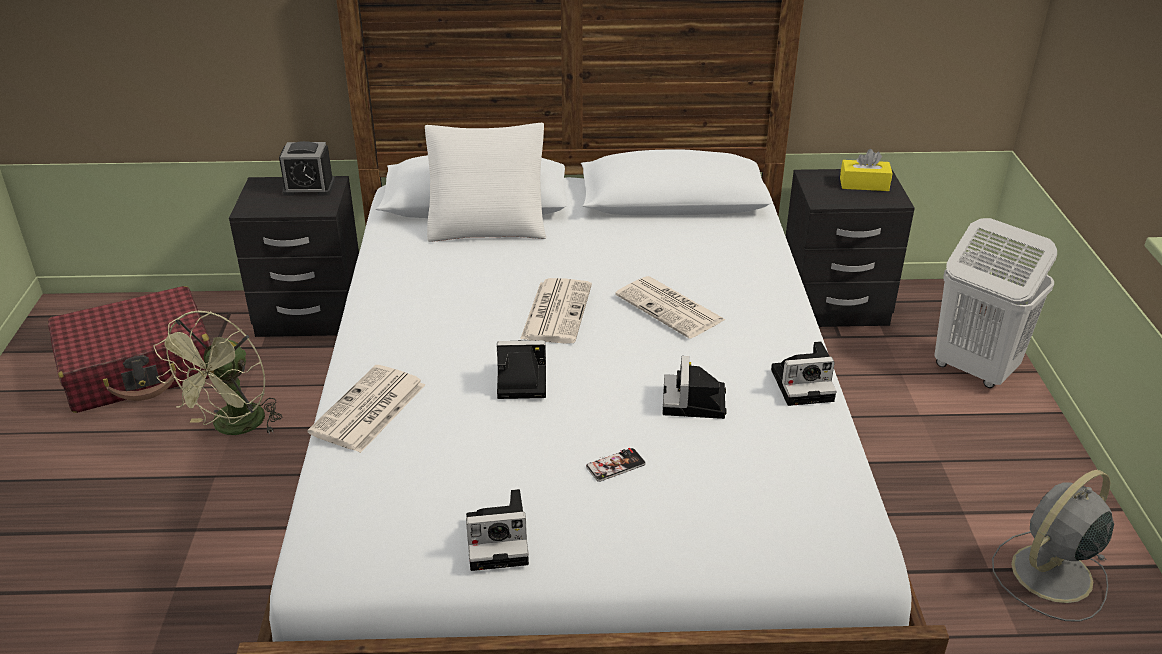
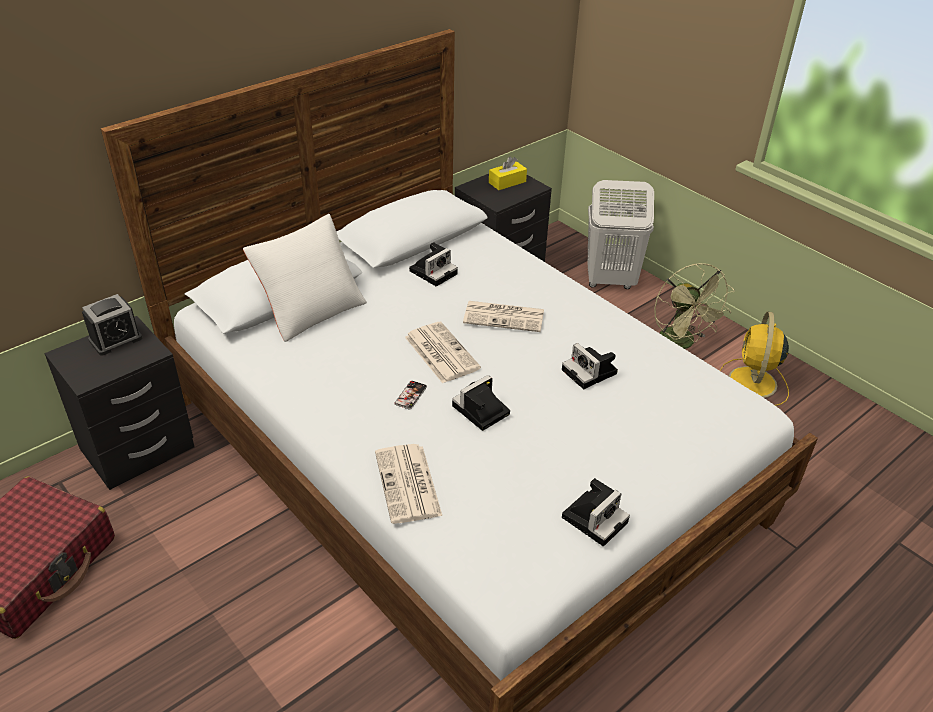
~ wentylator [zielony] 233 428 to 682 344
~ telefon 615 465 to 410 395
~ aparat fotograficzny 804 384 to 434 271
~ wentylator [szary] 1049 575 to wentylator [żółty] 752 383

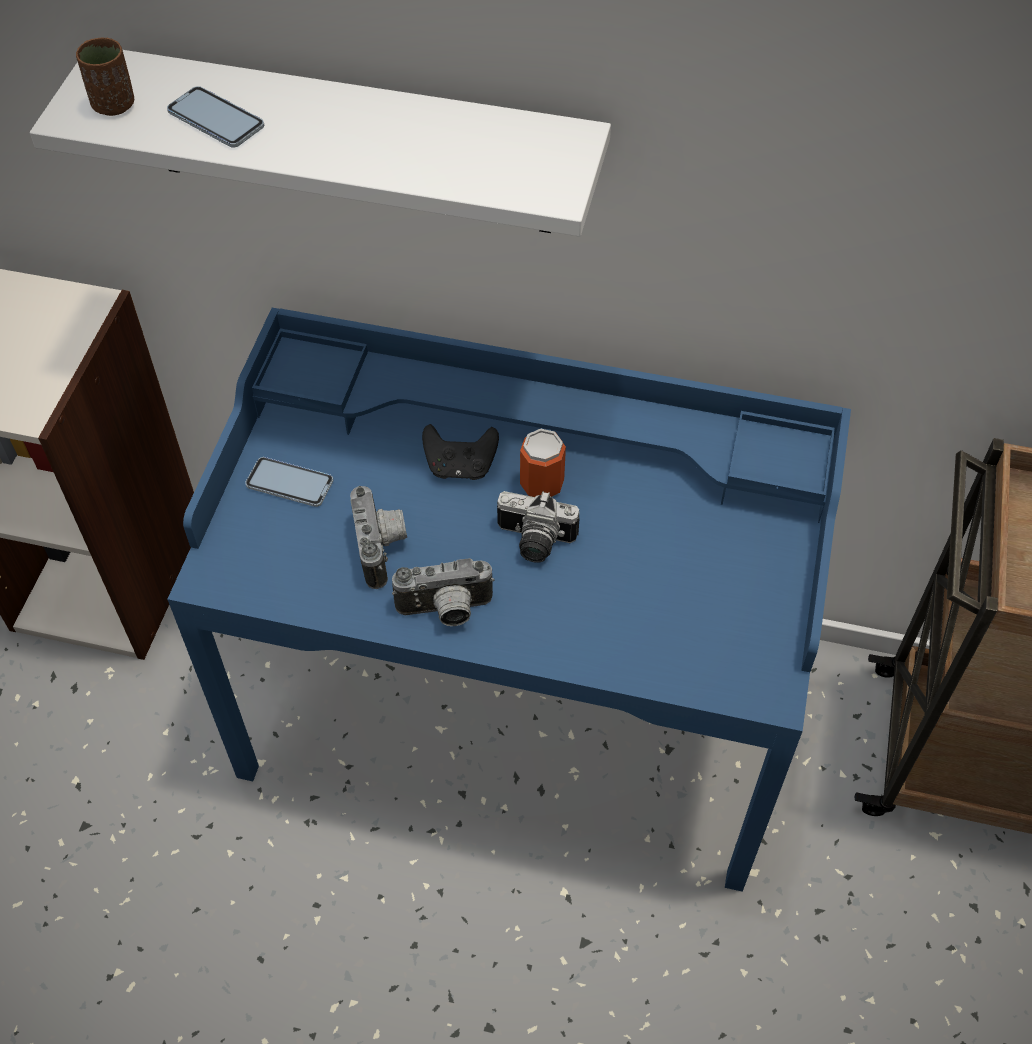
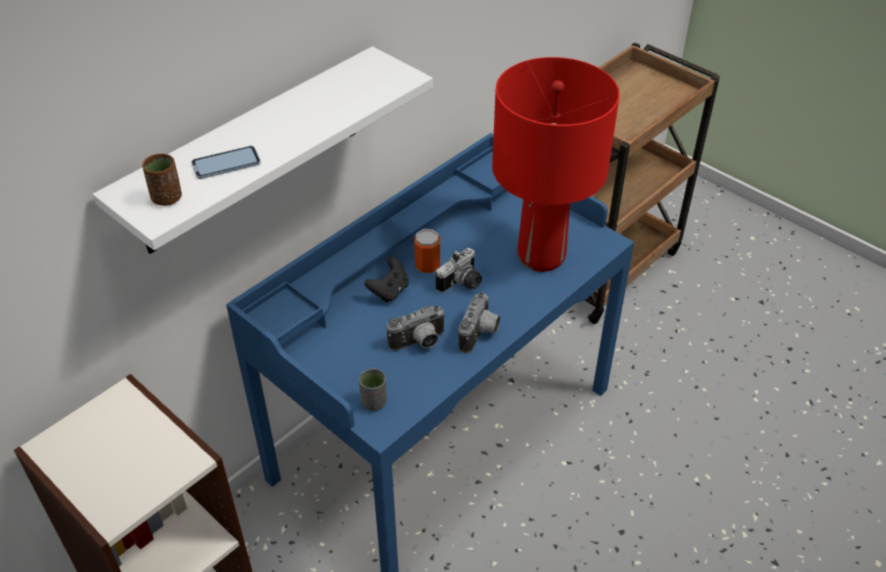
- telefon 289 483
+ filiżanka [szary] 374 402
+ lampa stołowa [czerwony] 541 255
~ aparat fotograficzny 383 548 = 419 343 135 degrees clockwise

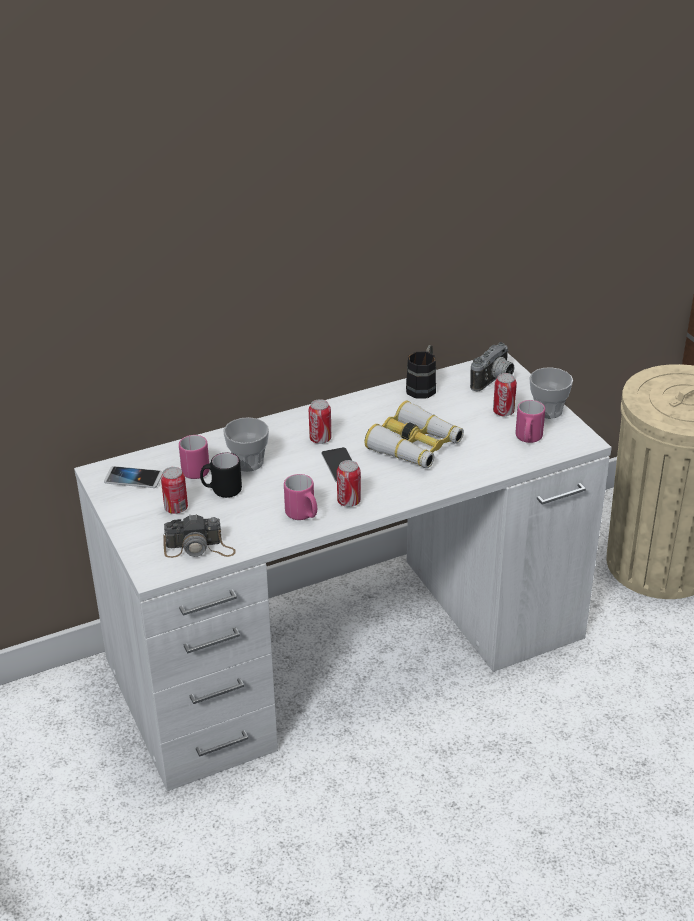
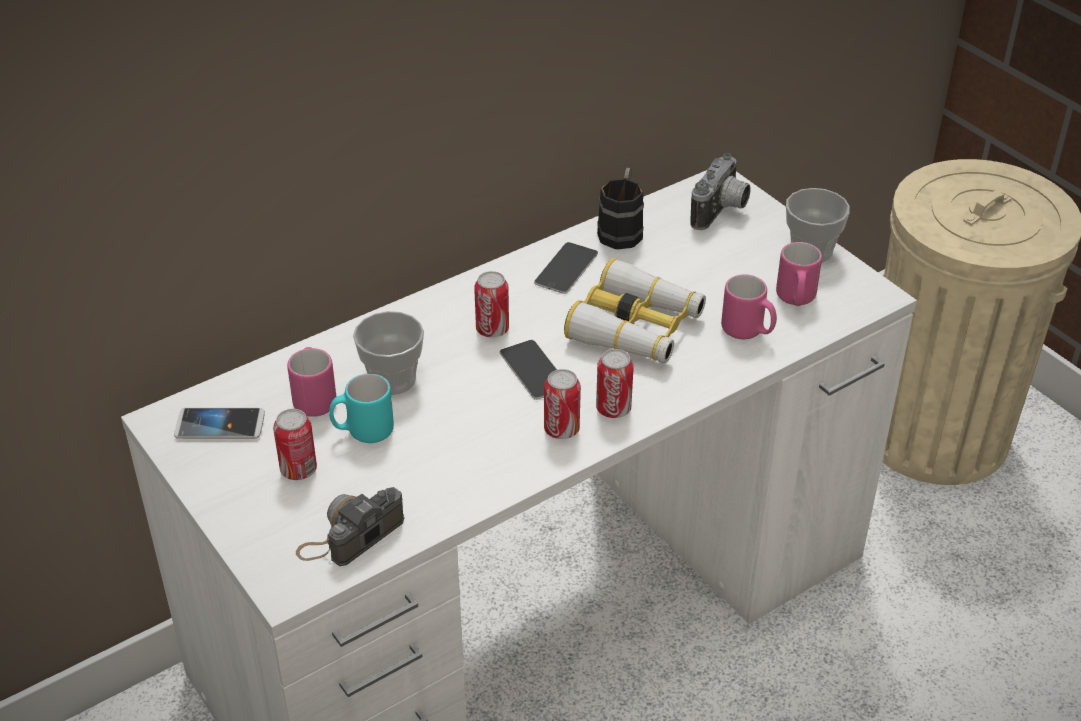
+ telefon 566 268
~ kubek [różowy] 303 515 to 748 331
~ puszka 503 412 to 613 409
~ kubek [czarny] 221 490 to kubek [turkusowy] 363 431
~ aparat fotograficzny 199 548 = 351 535 150 degrees clockwise

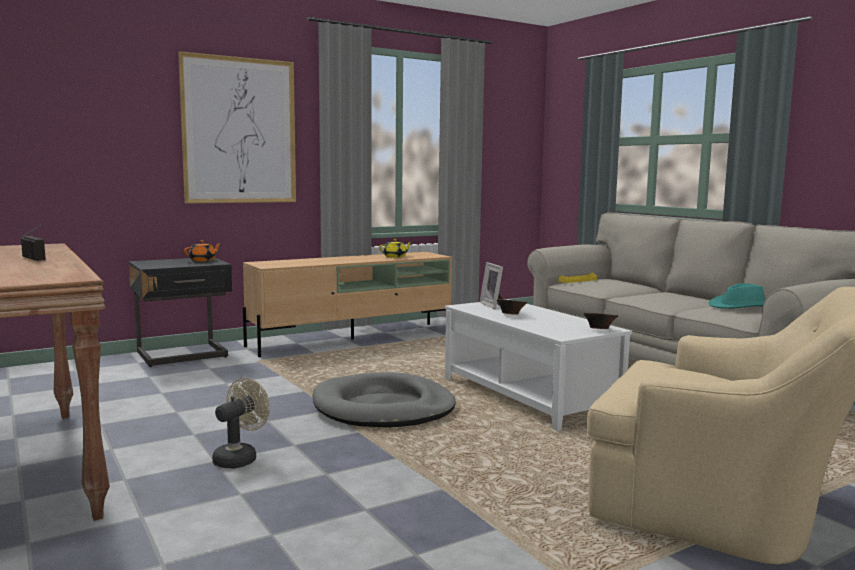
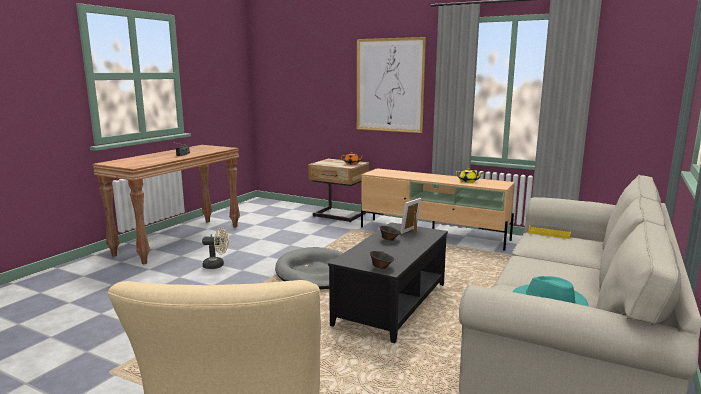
~ szafka nocna [czarny] 183 356 to szafka nocna [beżowy] 339 215
~ ława [biały] 529 396 to ława [czarny] 393 304

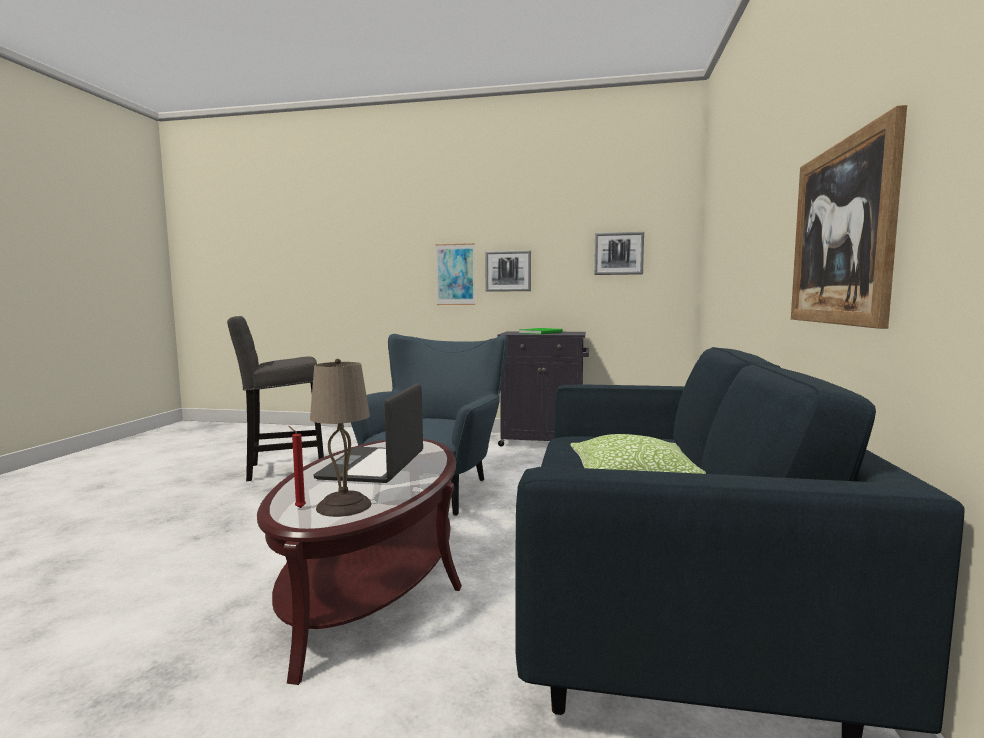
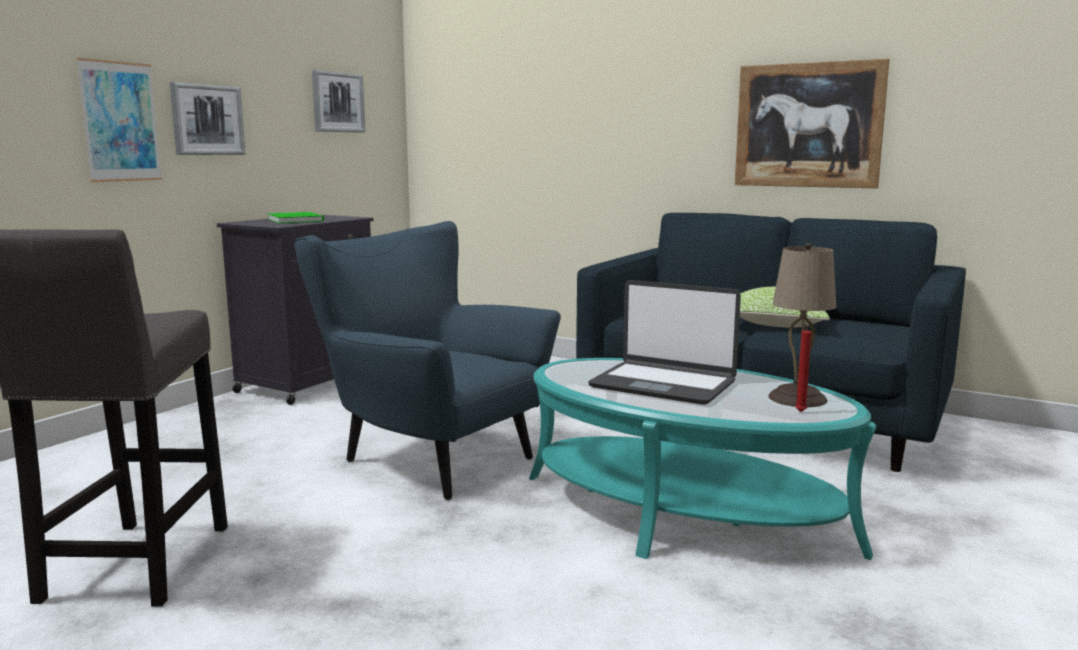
~ ława [brązowy] 374 580 to ława [turkusowy] 683 513

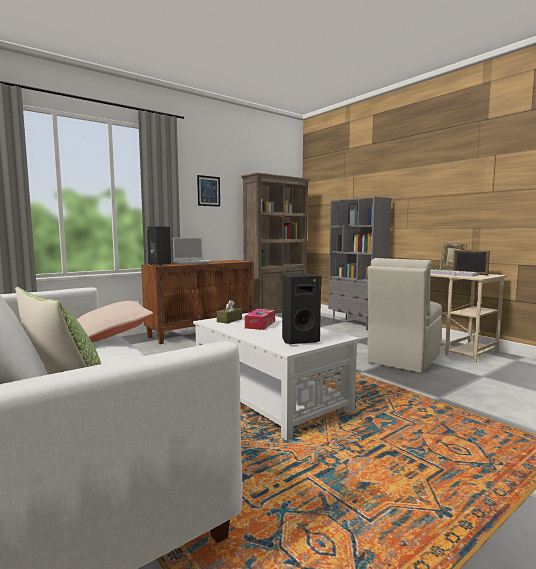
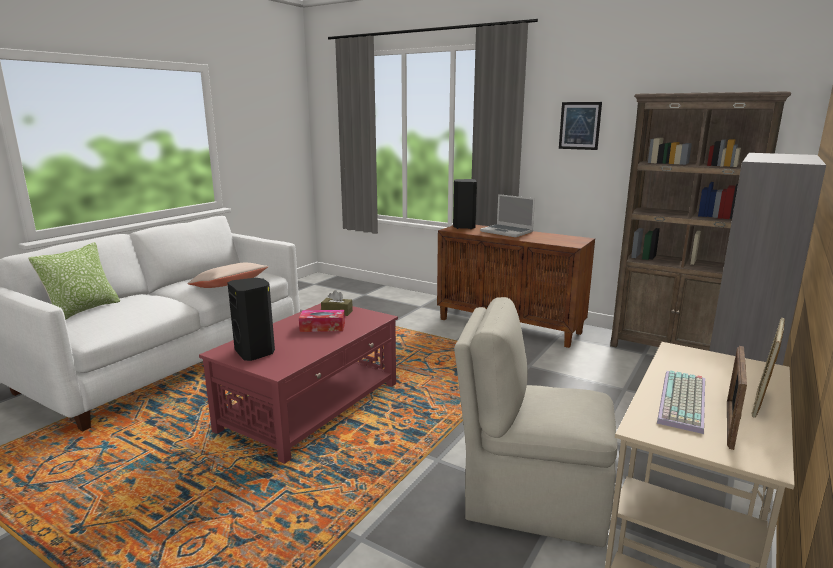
~ ława [biały] 269 397 to ława [czerwony] 312 406

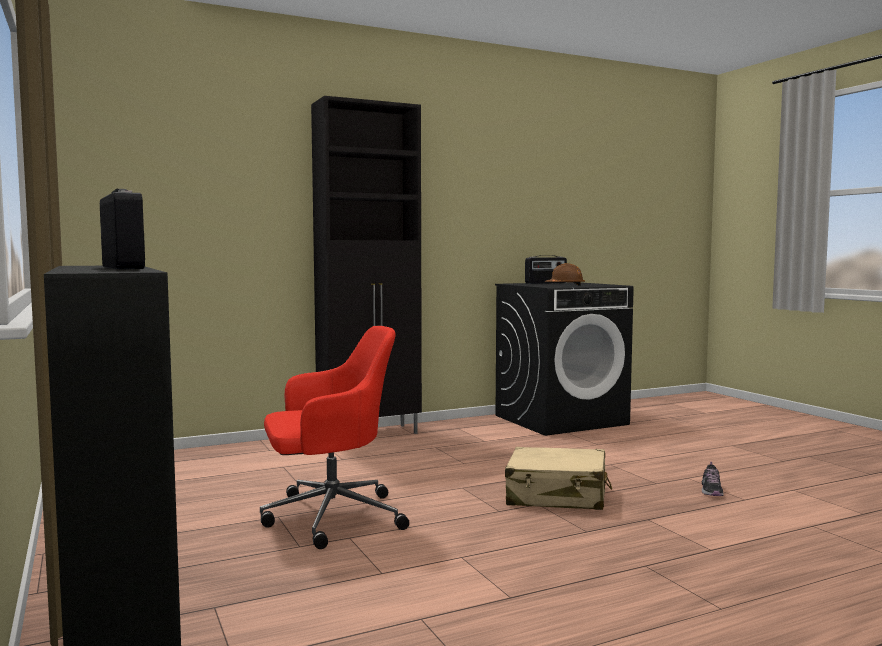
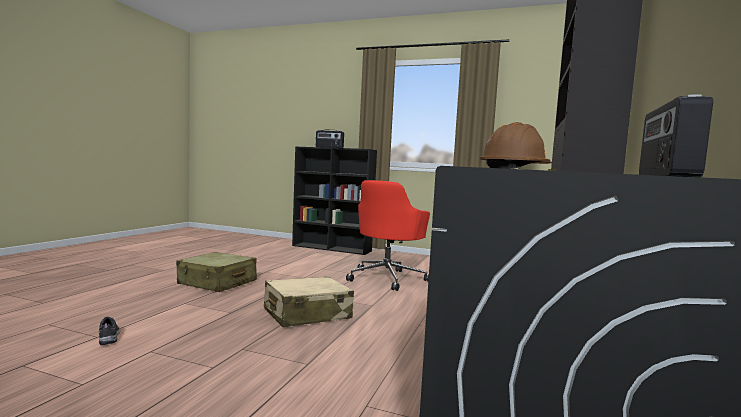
+ walizka [beżowy] 217 283
~ but 711 490 to 108 336

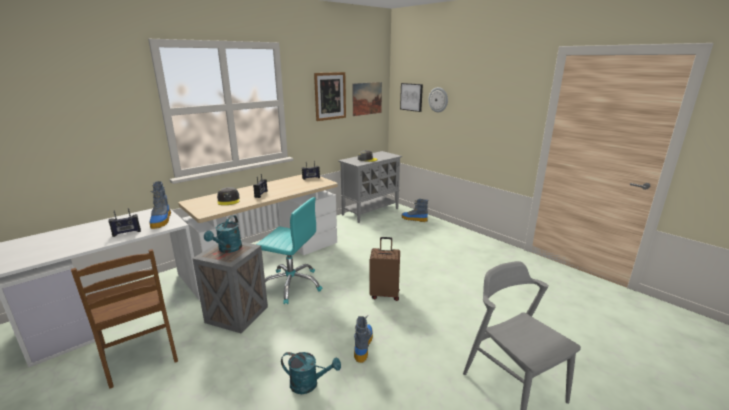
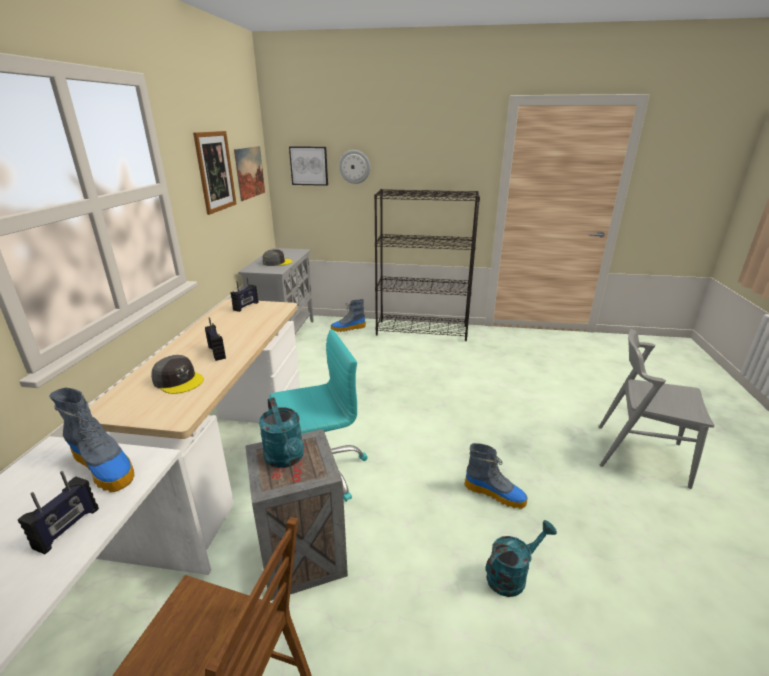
- walizka [brązowy] 384 294
+ regał [czarny] 422 330
~ but z cholewką 363 345 = 495 493 150 degrees clockwise

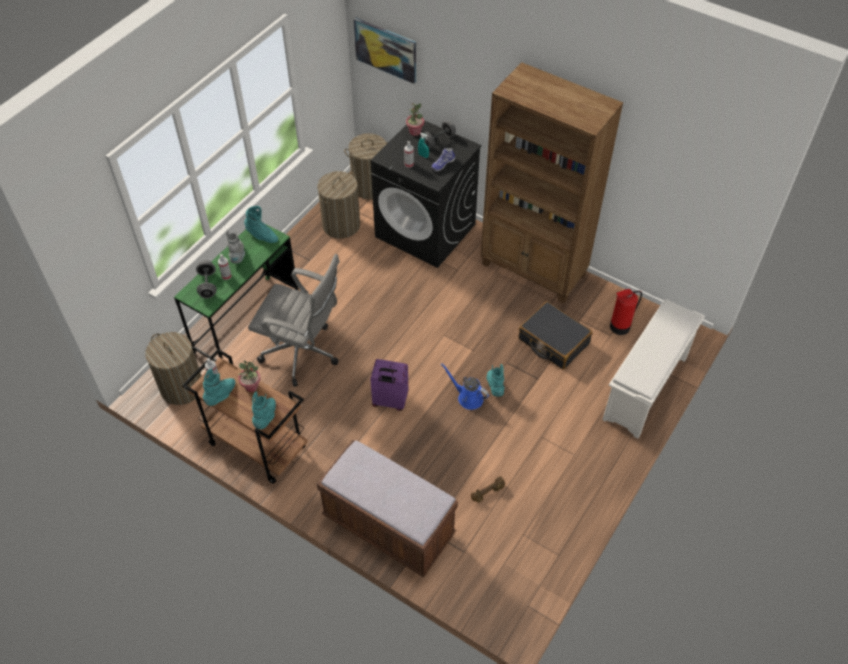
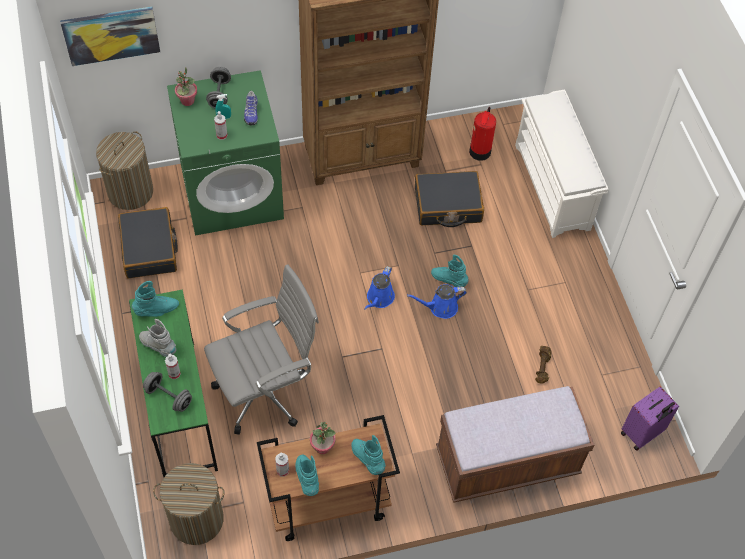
+ konewka [niebieski] 379 298
~ walizka [fioletowy] 389 401 to 642 433
~ kosz na pranie 341 225 to walizka [czarny] 149 249
~ pralka [czarny] 426 230 to pralka [zielony] 232 193

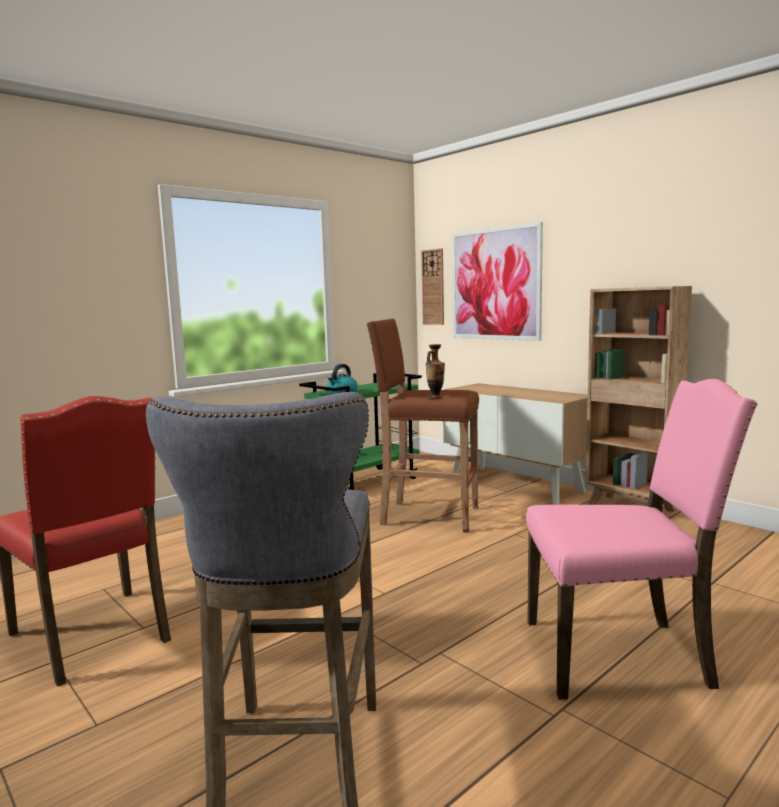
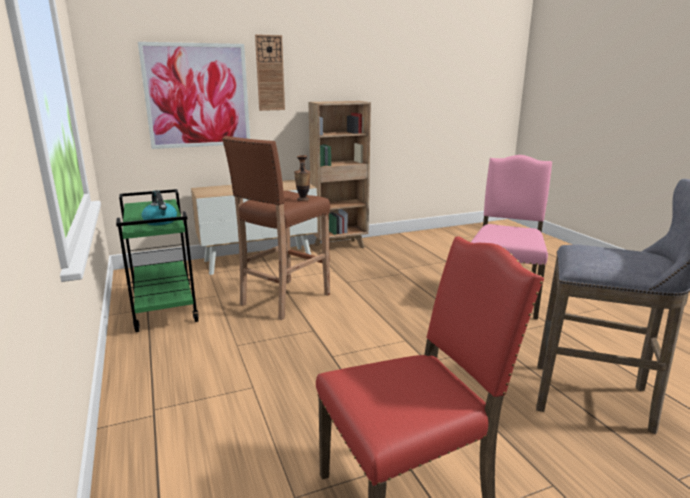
~ zegar ścienny 433 287 to 270 73

